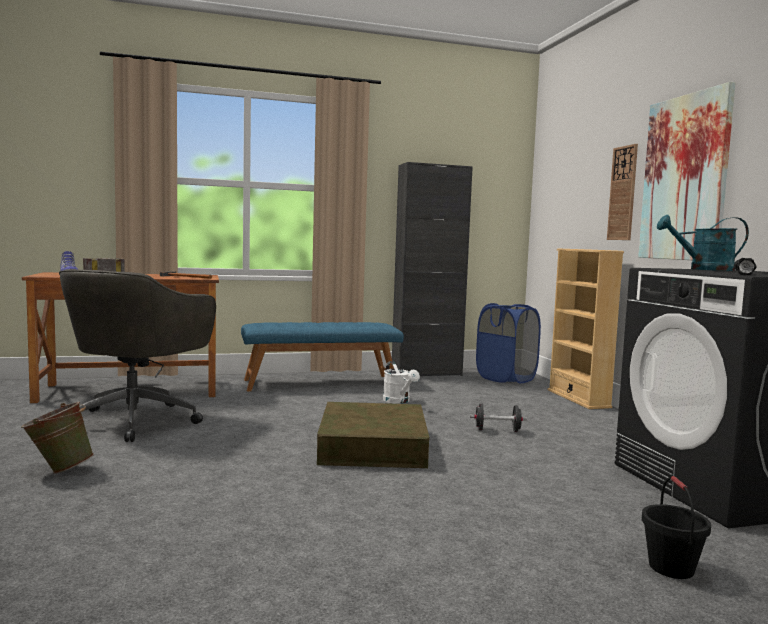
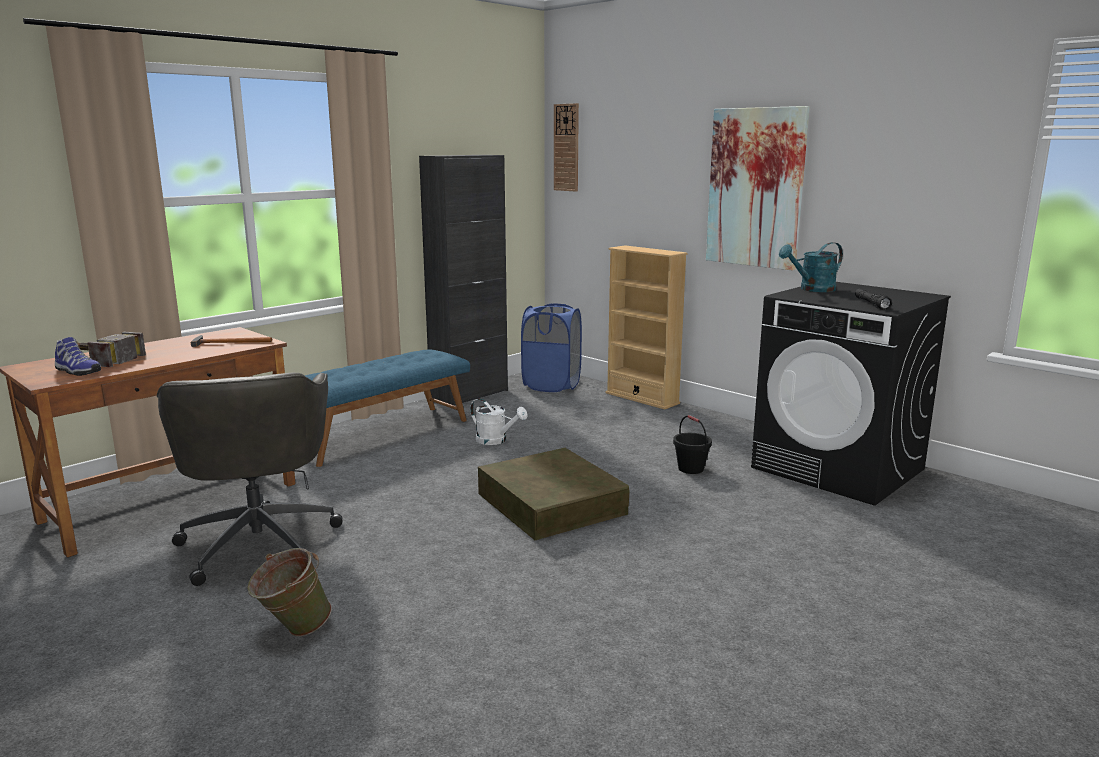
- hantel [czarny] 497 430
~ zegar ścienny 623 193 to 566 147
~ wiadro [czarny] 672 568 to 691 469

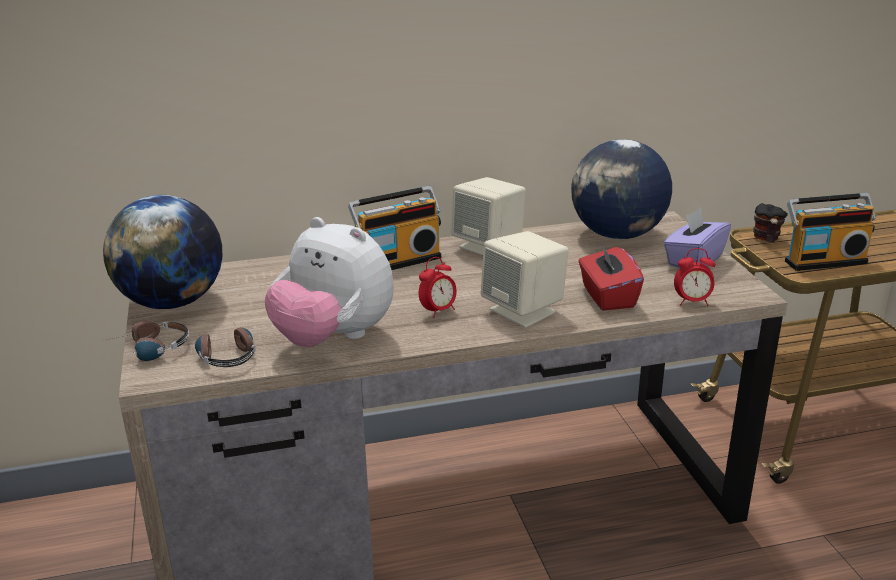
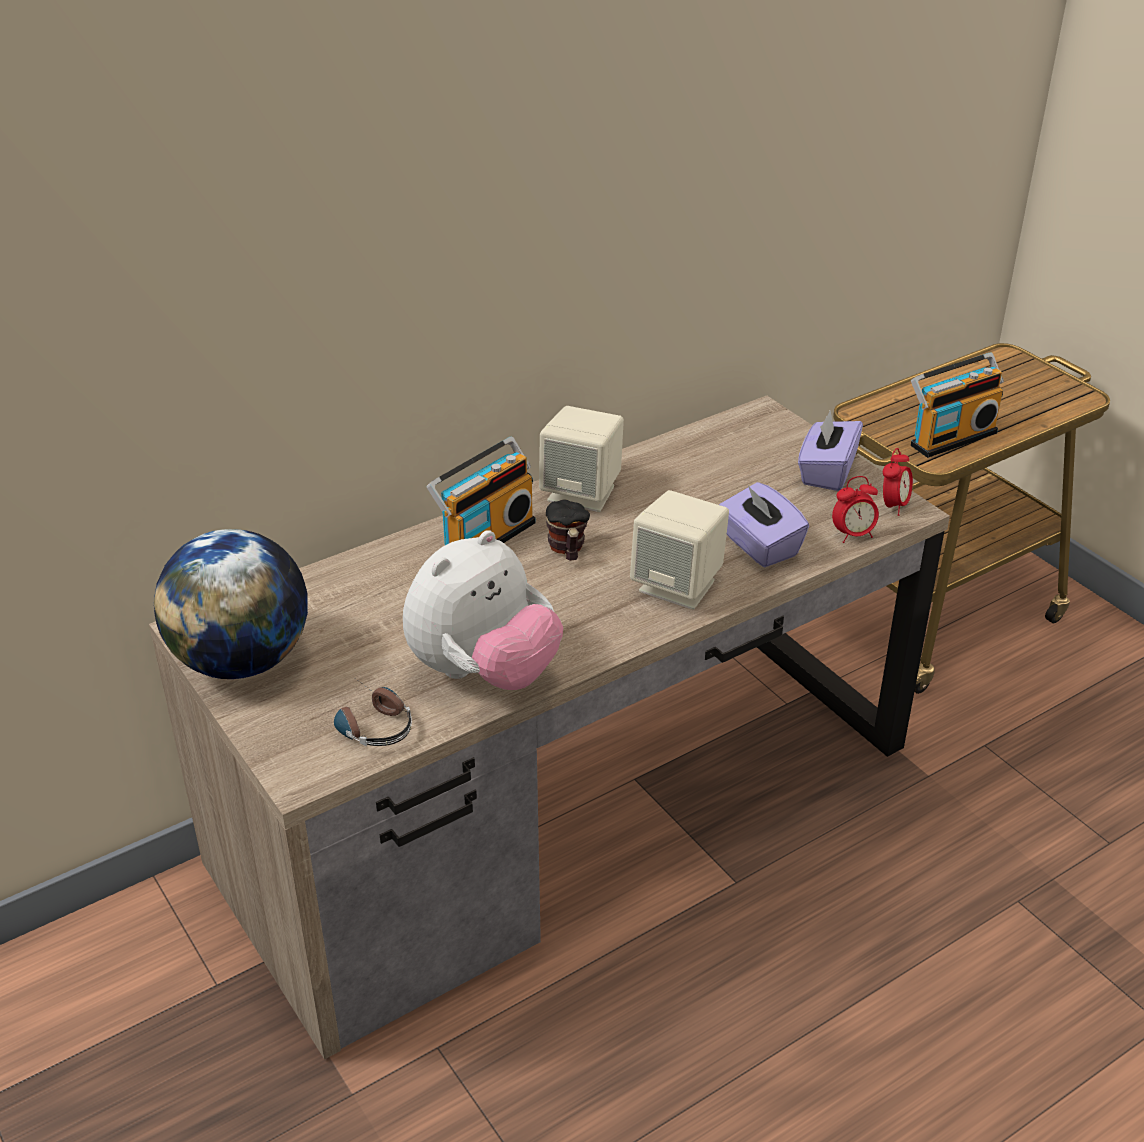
- słuchawki 149 350
- globus 617 235
~ budzik 438 311 to 893 506
~ kubek 766 240 to 567 550
~ pudełko chusteczek [czerwony] 607 297 to pudełko chusteczek [fioletowy] 759 546
~ pluszak 333 338 = 484 673 60 degrees counterclockwise

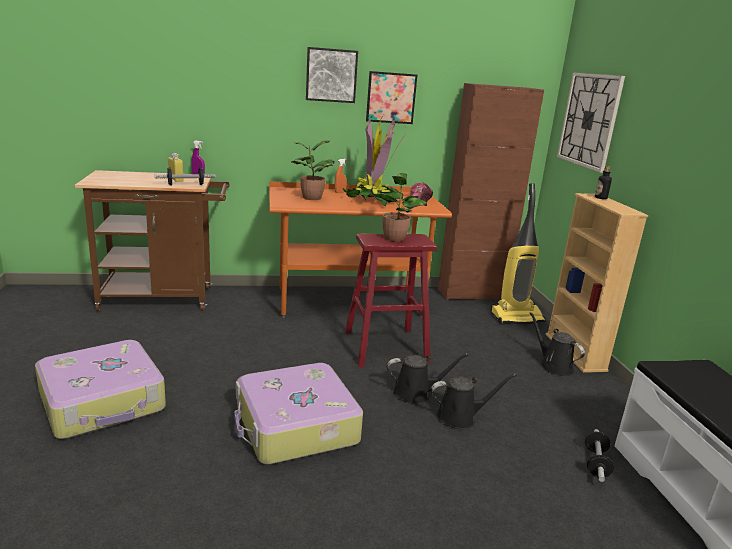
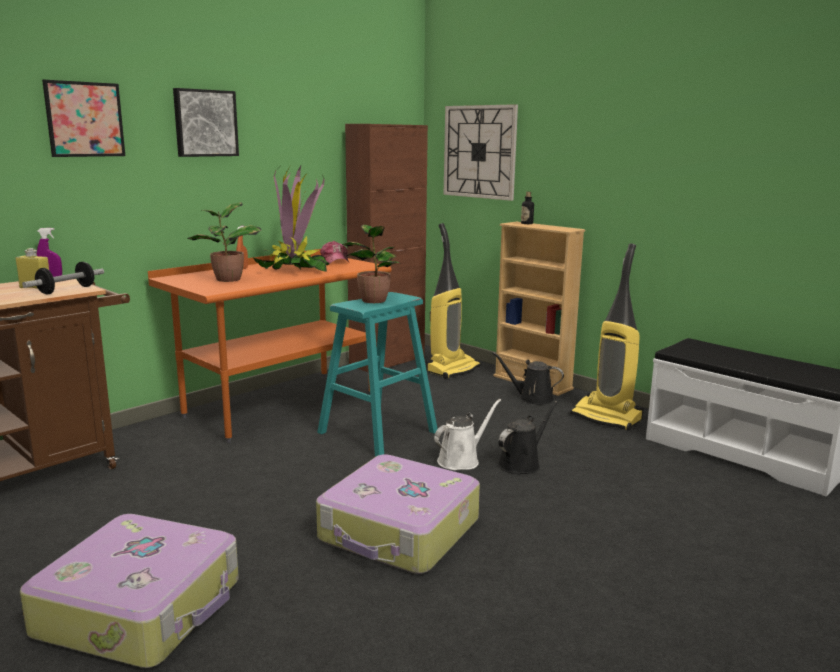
- hantel 596 463
+ odkurzacz 607 418
~ obraz 391 98 to 85 119
~ stołek [czerwony] 385 347 to stołek [turkusowy] 377 432
~ konewka [czarny] 415 393 to konewka [biały] 461 460

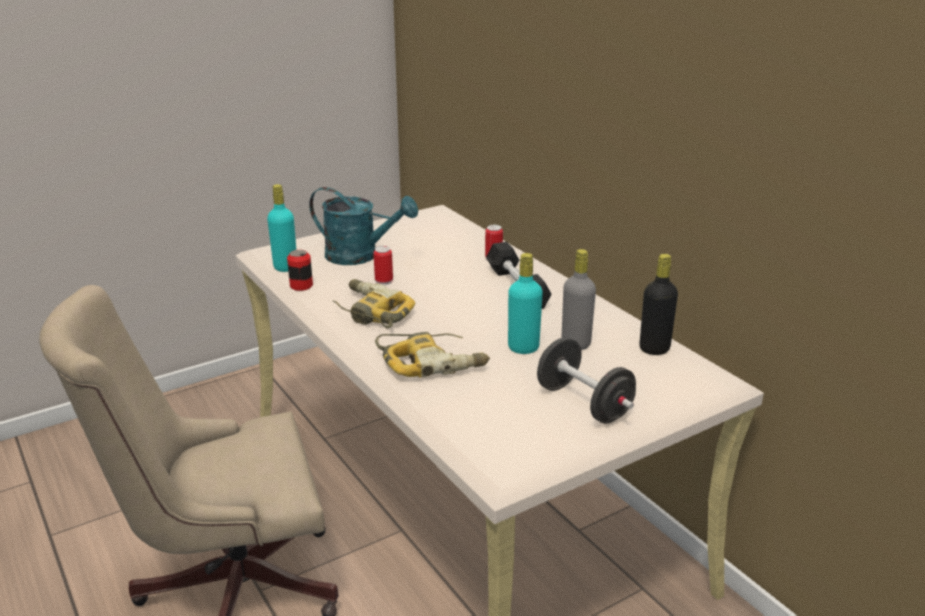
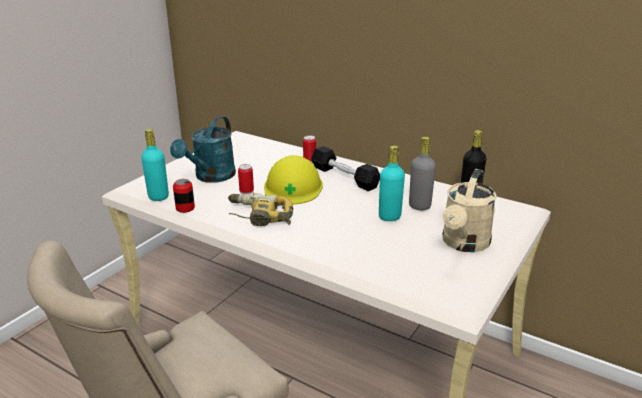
- wiertarka 432 362
+ kask [żółty] 293 187
~ hantel [czarny] 583 403 to konewka [beżowy] 464 244
~ konewka [turkusowy] 360 256 = 211 177 120 degrees clockwise

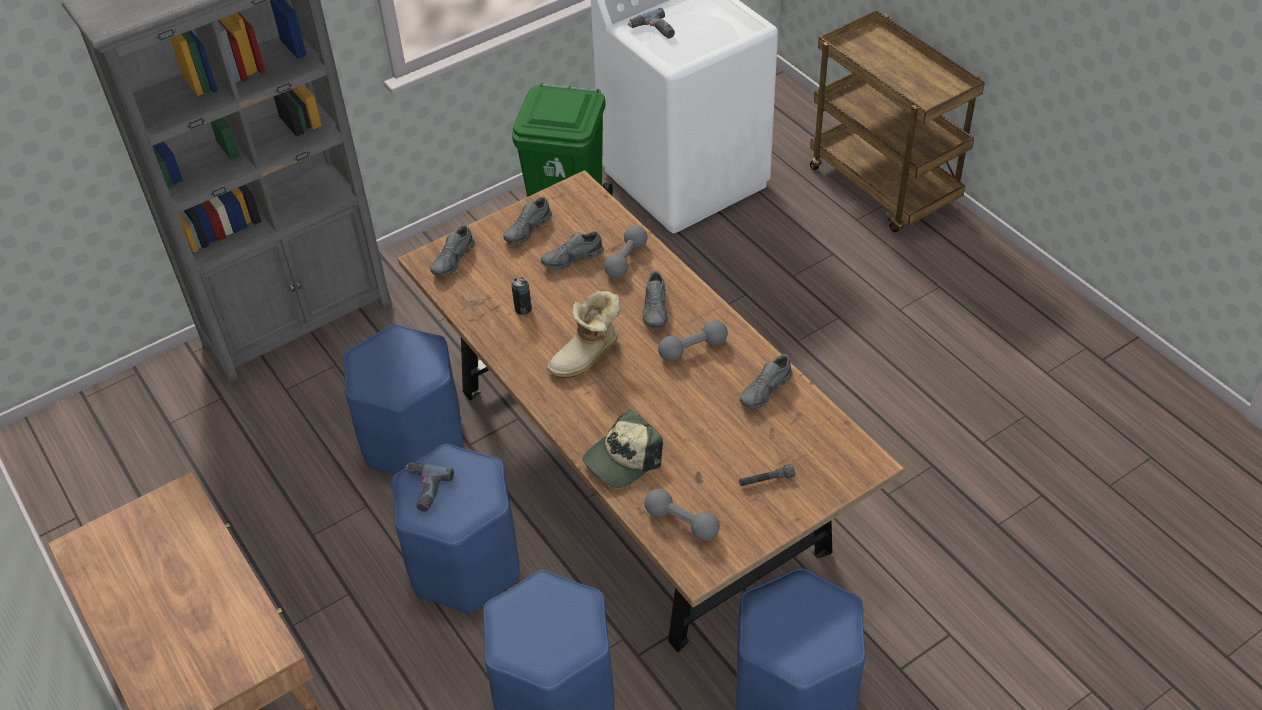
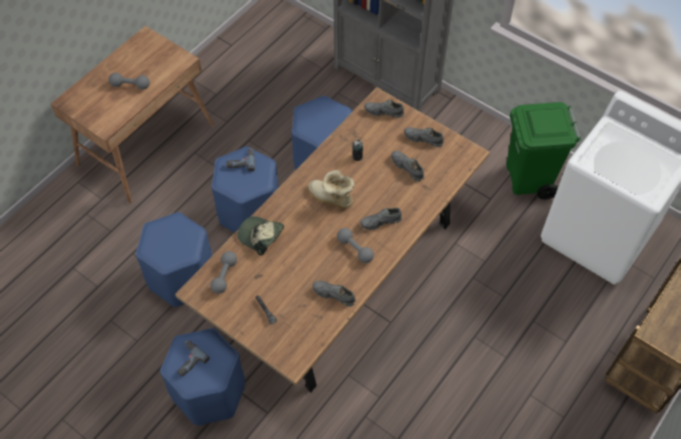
~ hantel [szary] 626 260 to 130 85
~ wiertarka 653 31 to 188 360

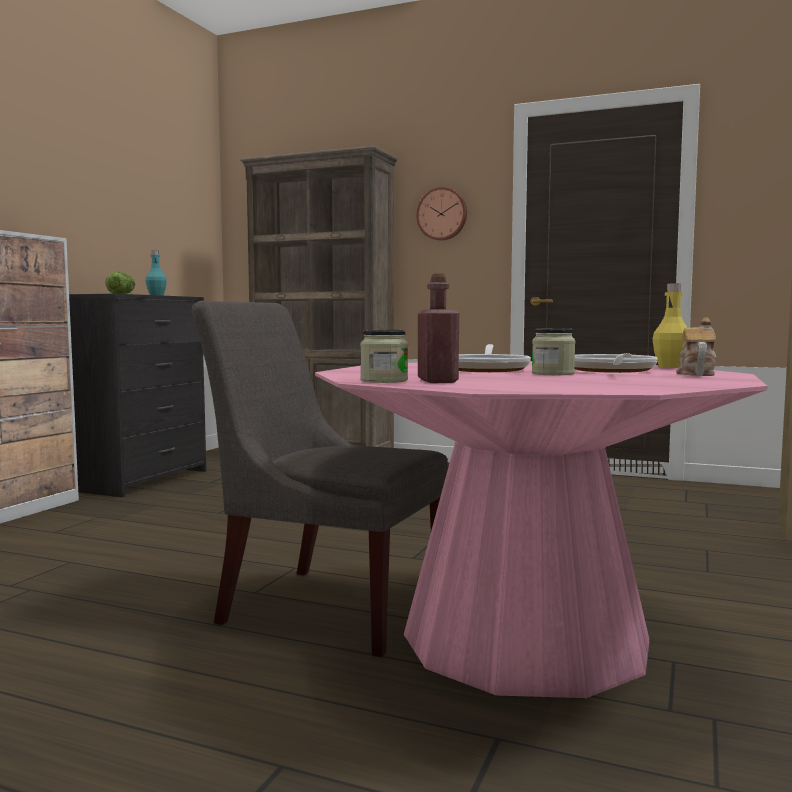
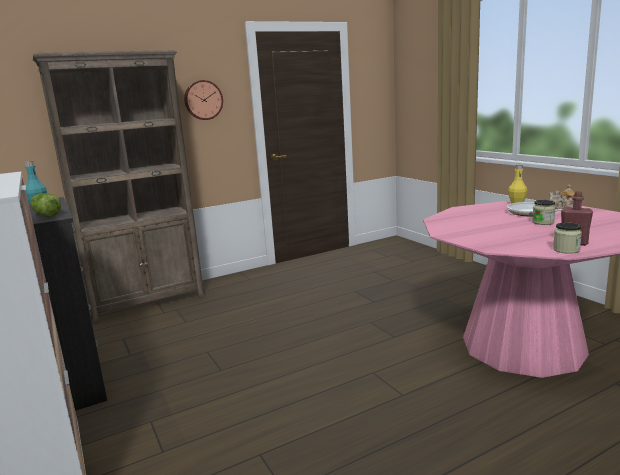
- krzesło [szary] 325 606
- patelnia 486 369

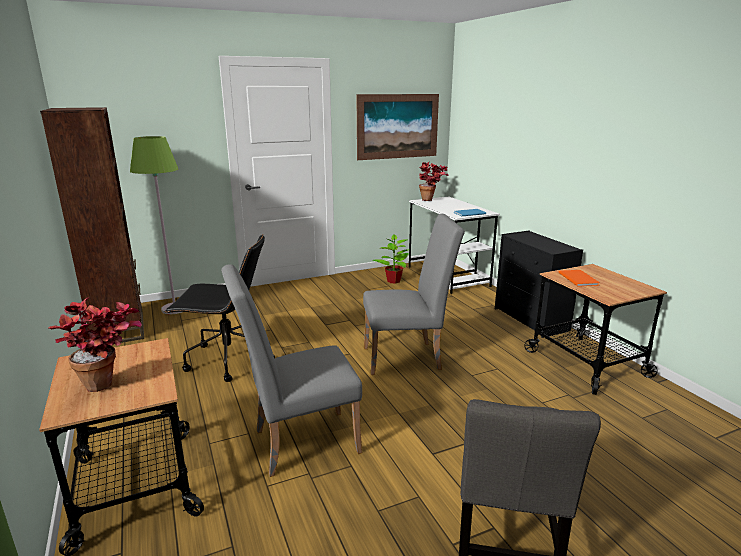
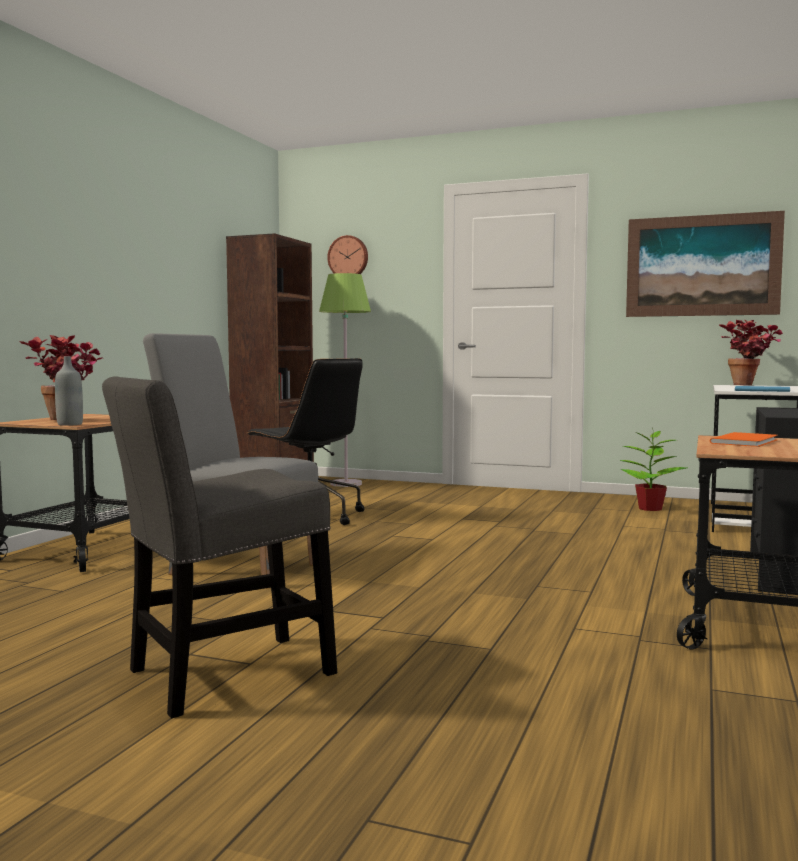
- krzesło [szary] 408 358
+ butelka [szary] 70 424
+ zegar ścienny 348 257

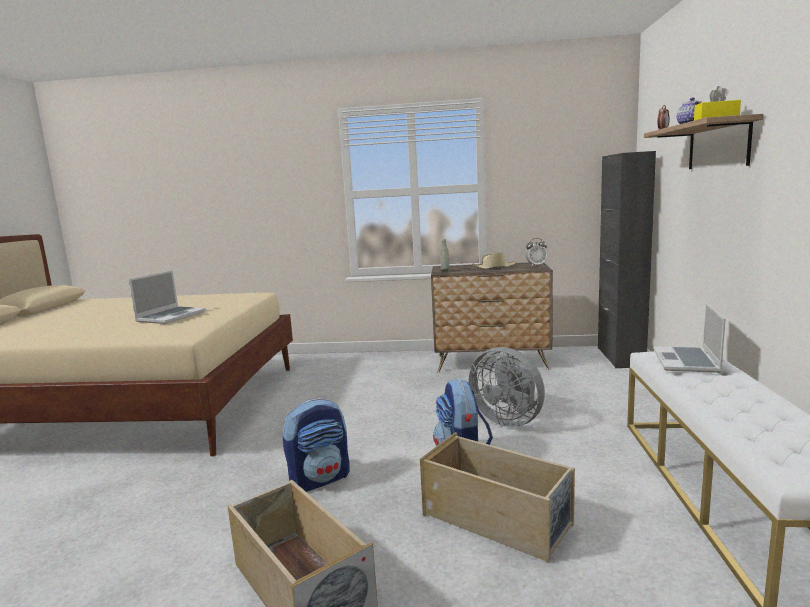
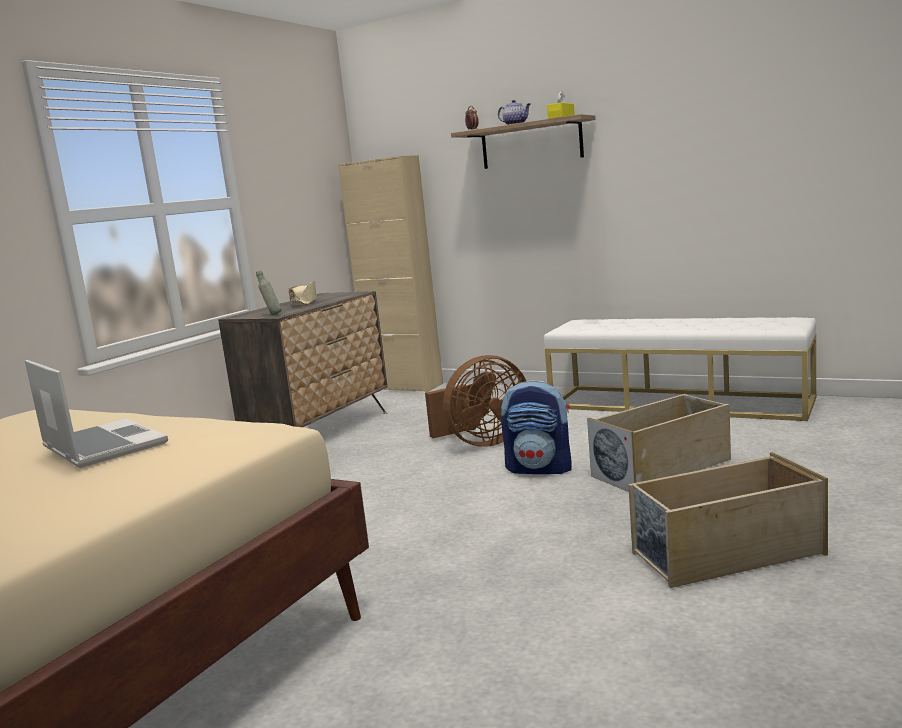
- plecak 320 479
- budzik 536 265
- laptop 687 361
~ wentylator [szary] 508 420 to wentylator [brązowy] 482 442
~ szafka [czarny] 620 357 to szafka [beżowy] 404 386

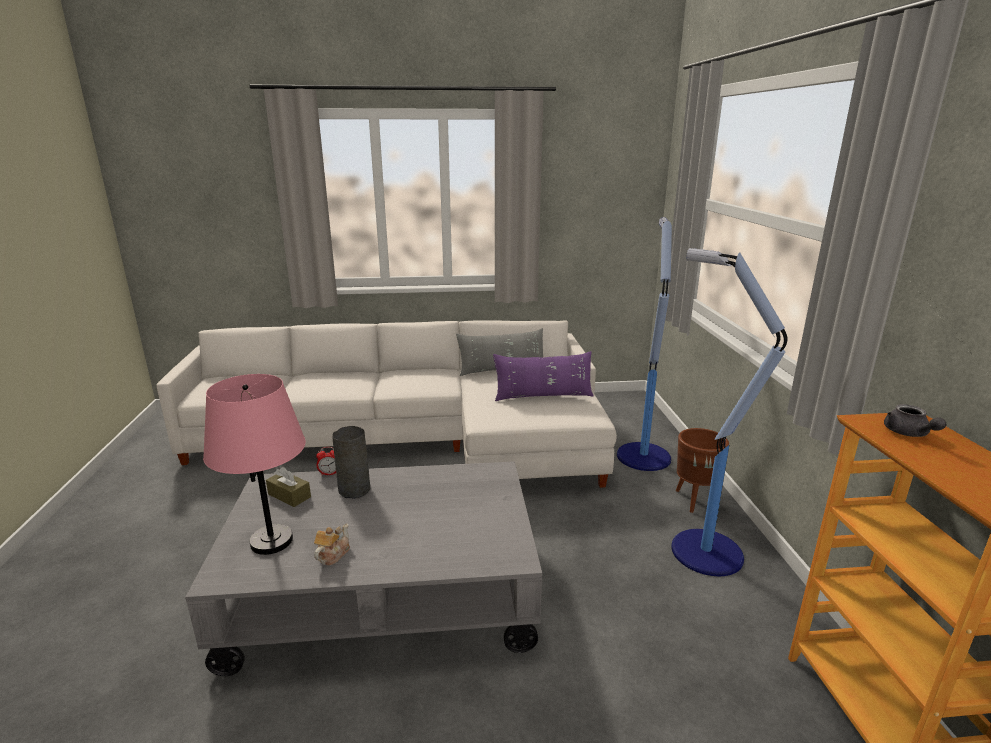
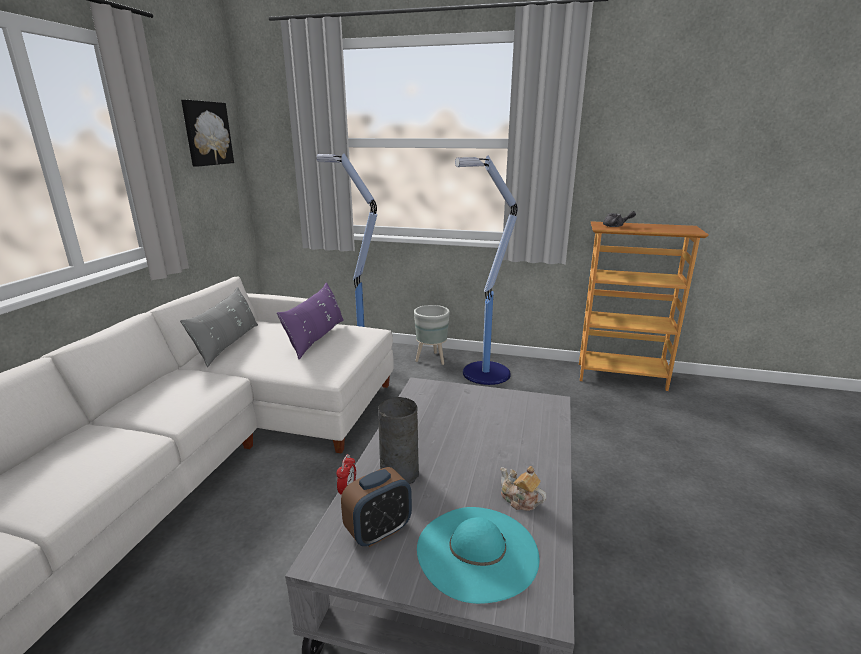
+ obraz 206 133
~ lampa stołowa [różowy] 271 541 to kapelusz [turkusowy] 477 551
~ pudełko chusteczek [brązowy] 289 496 to budzik 378 531
~ donica [brązowy] 693 500 to donica [szary] 431 360

